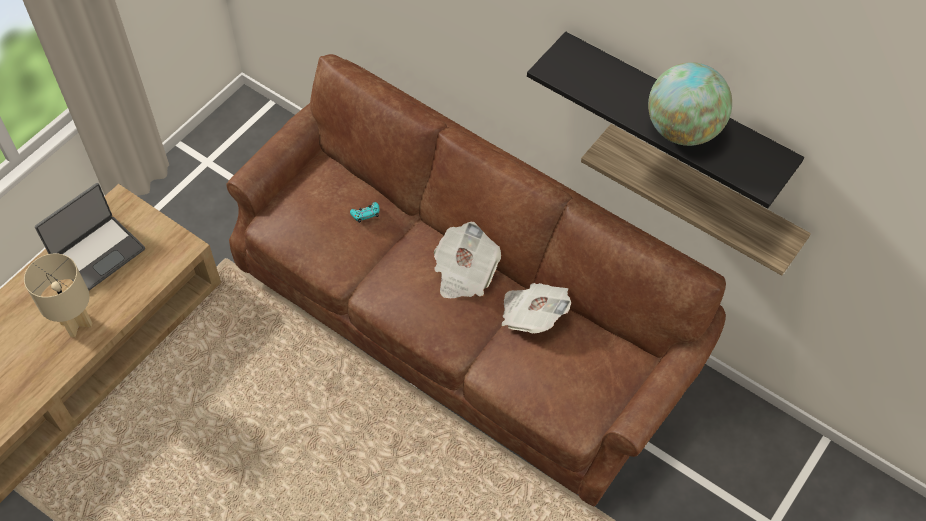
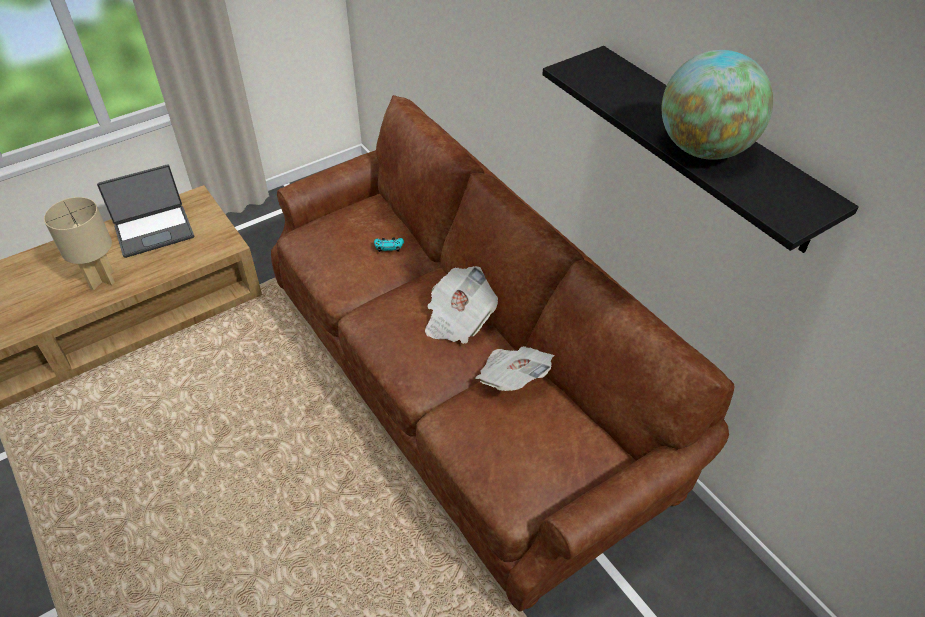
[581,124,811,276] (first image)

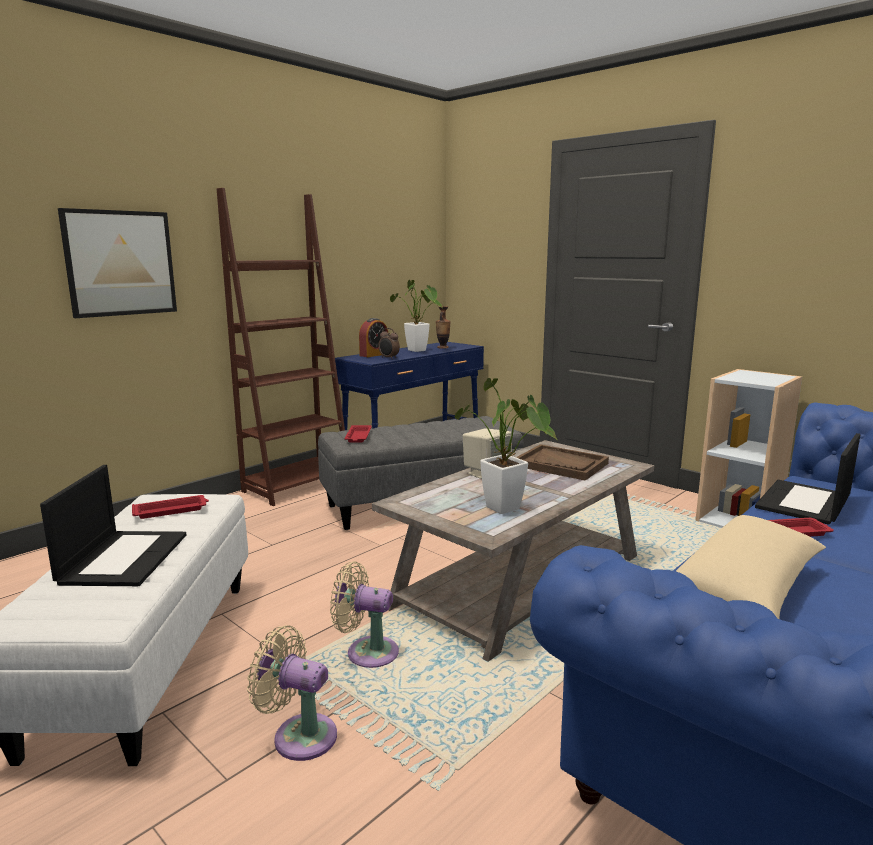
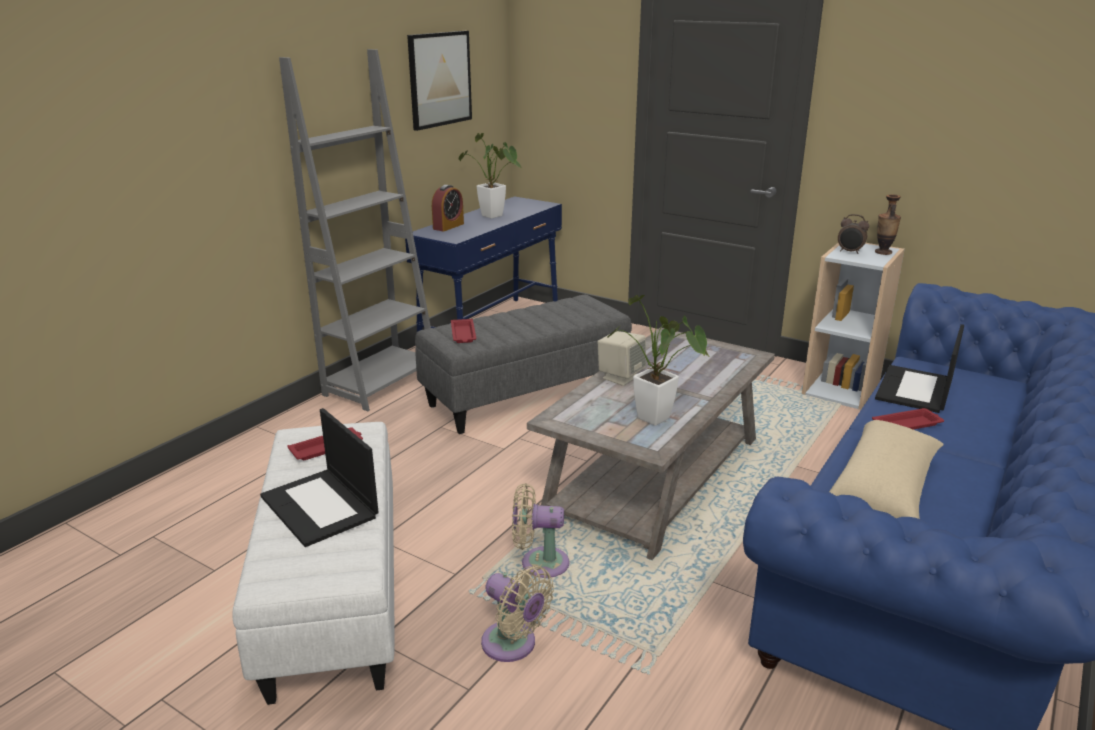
[260,408,379,547]
[279,49,431,411]
[407,31,472,131]
[481,566,554,662]
[838,214,869,254]
[875,194,901,255]
[516,444,609,481] (first image)

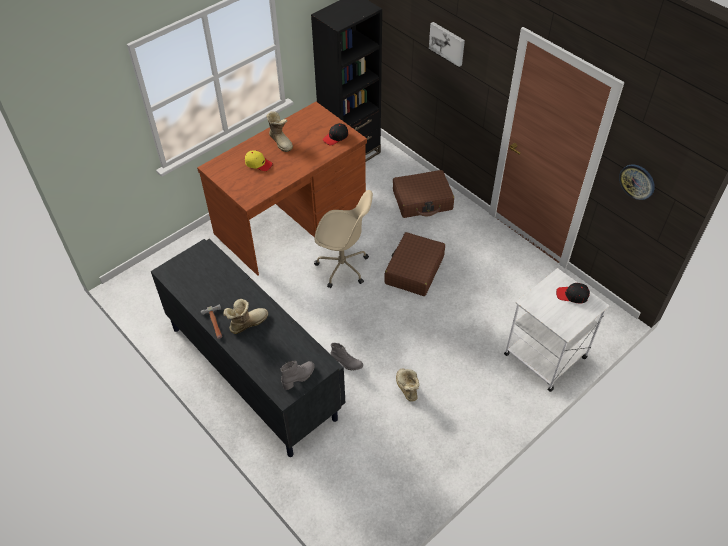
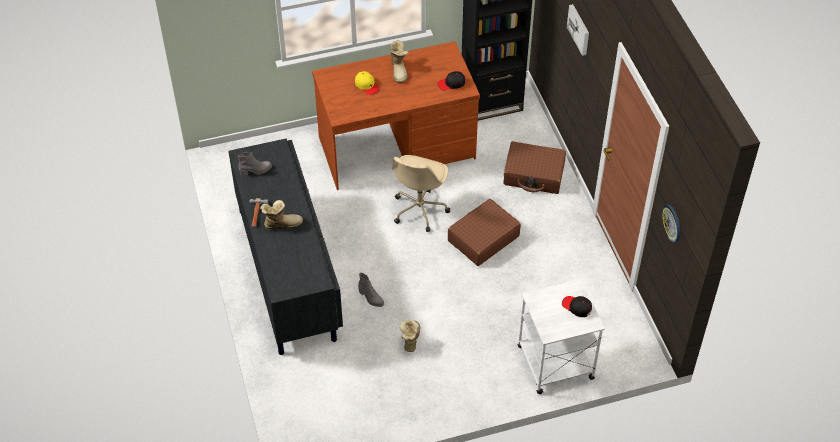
[238,152,272,176]
[392,155,450,232]

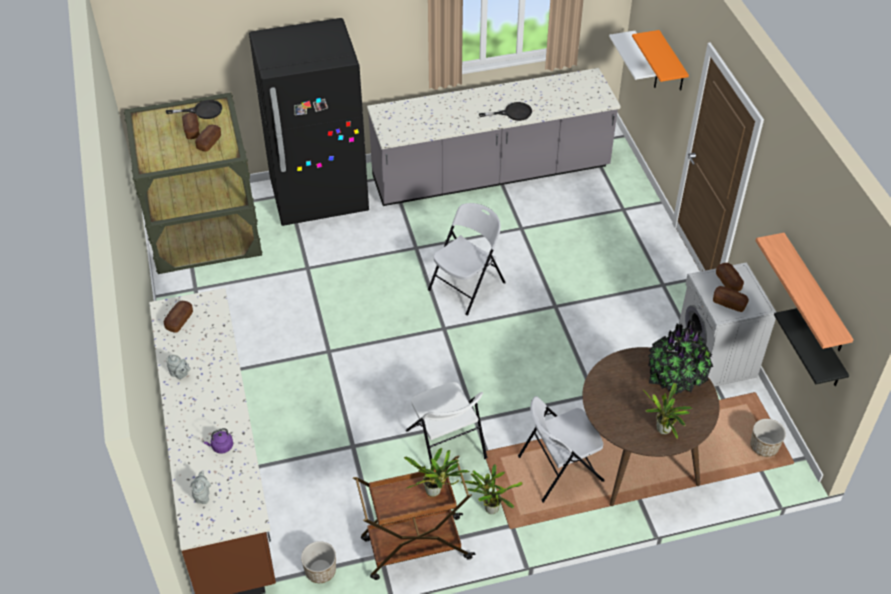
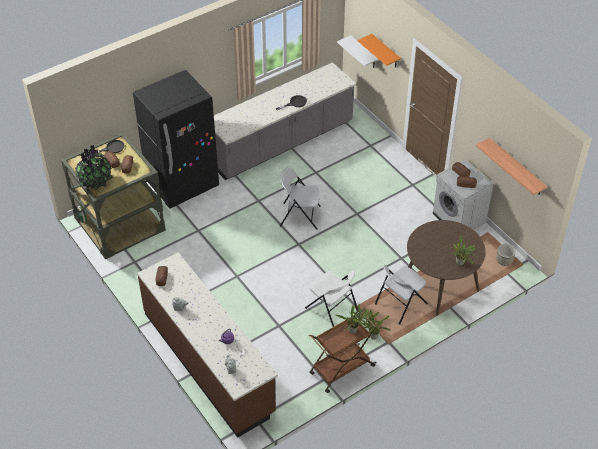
[75,145,113,190]
[280,167,321,230]
[301,541,336,583] (first image)
[774,308,849,386] (first image)

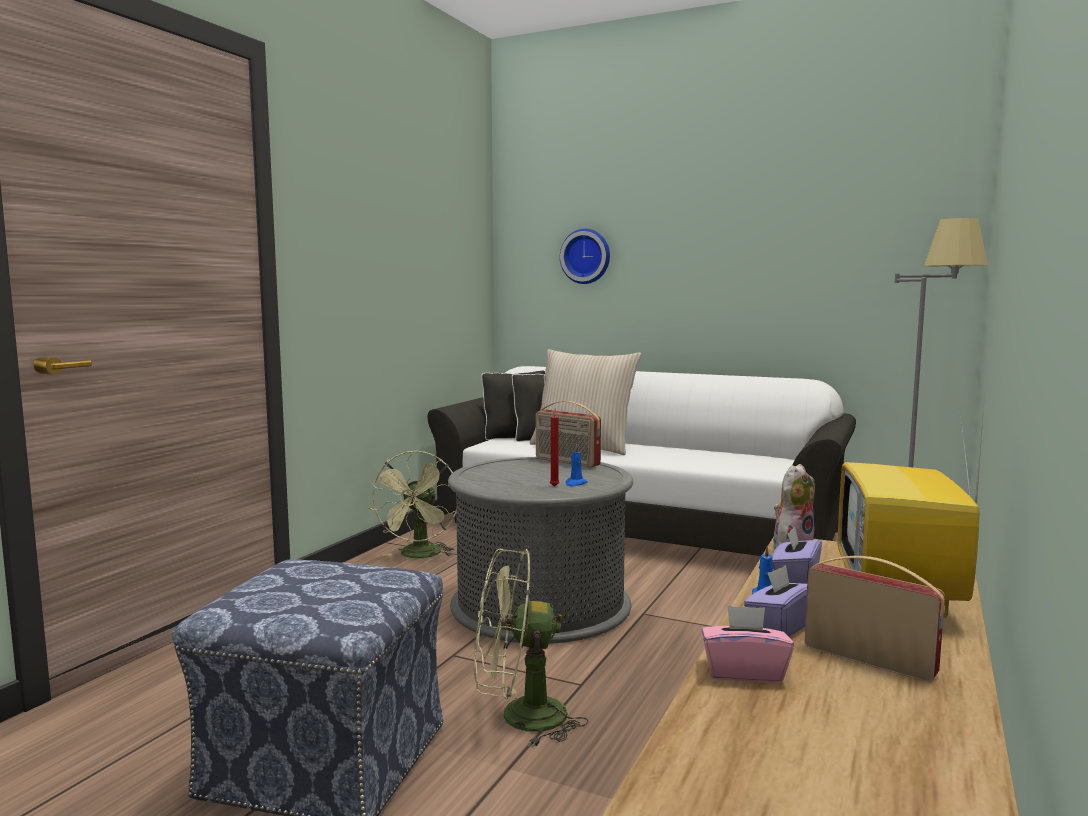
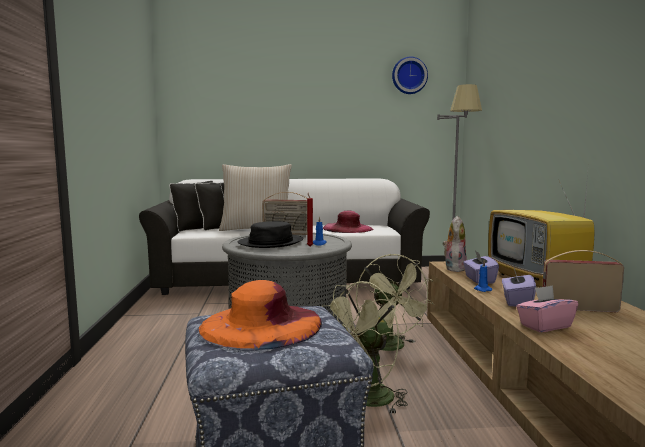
[199,280,322,350]
[238,221,303,248]
[323,211,373,233]
[356,254,434,351]
[392,57,428,94]

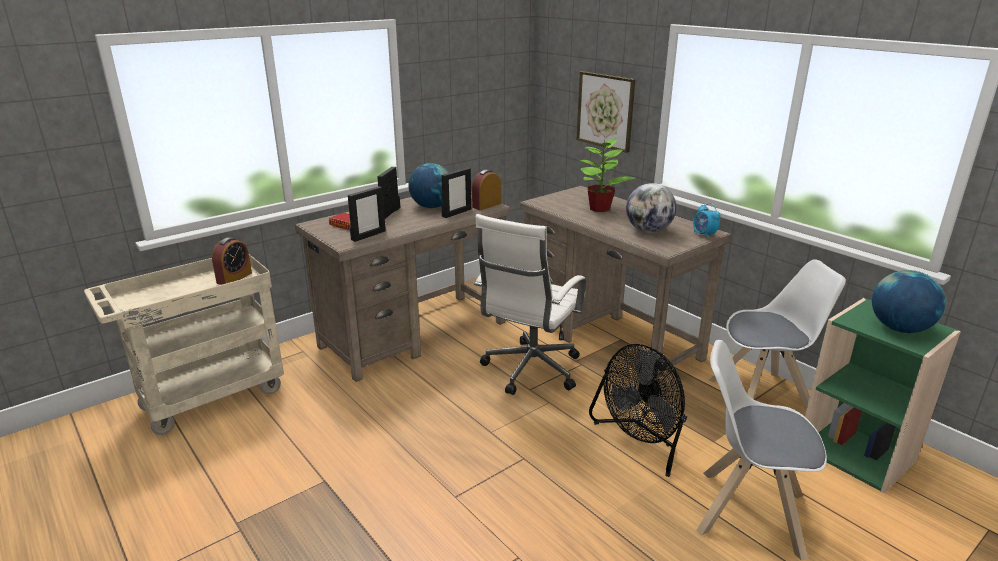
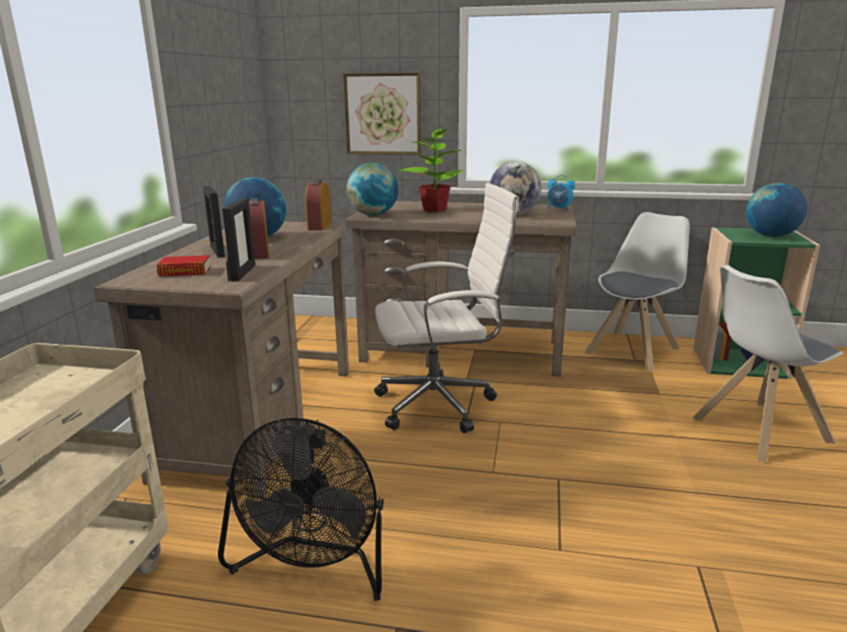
[218,417,384,601]
[249,198,270,259]
[346,163,398,216]
[374,183,519,433]
[442,168,471,218] (first image)

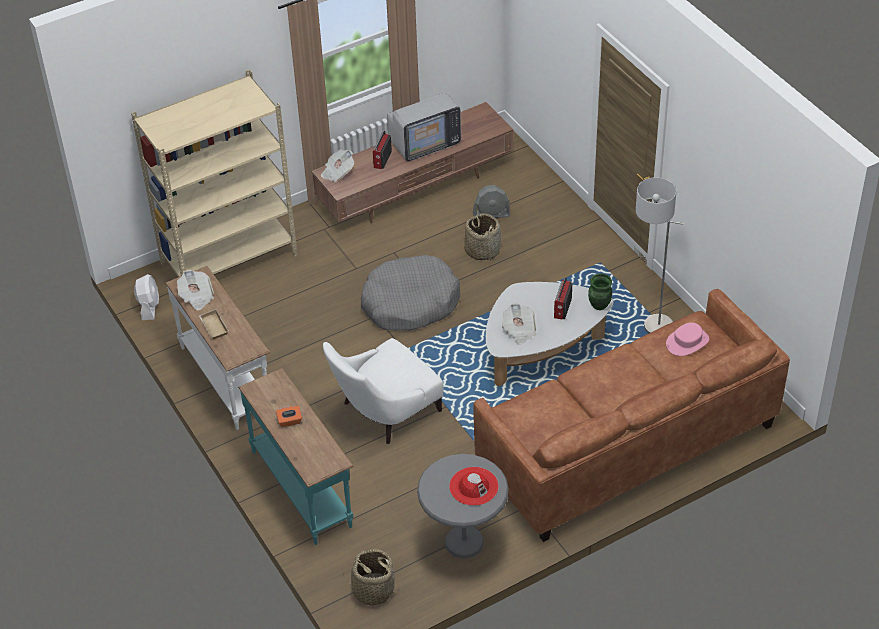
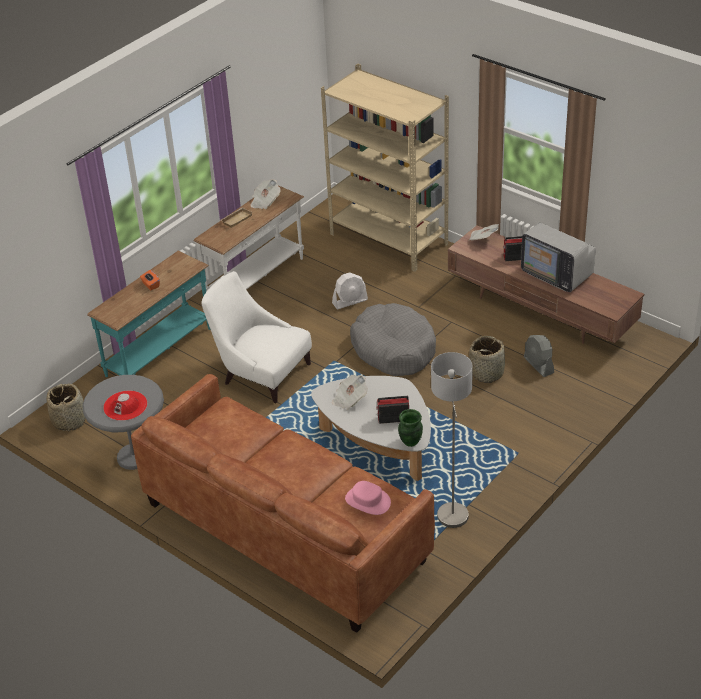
[332,272,368,309]

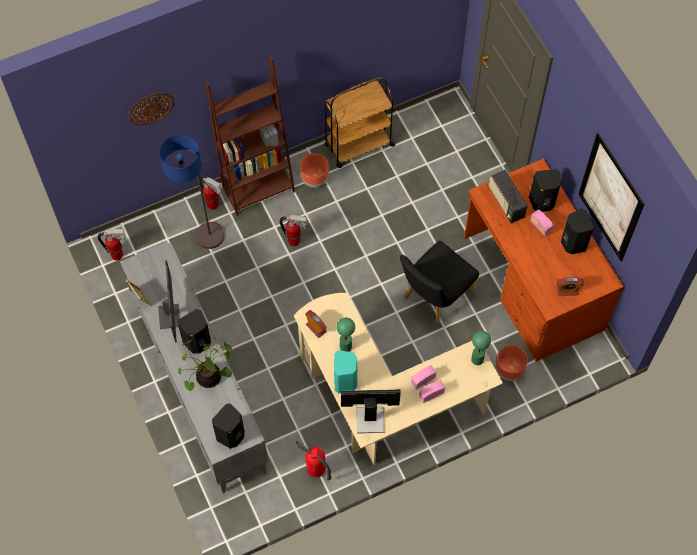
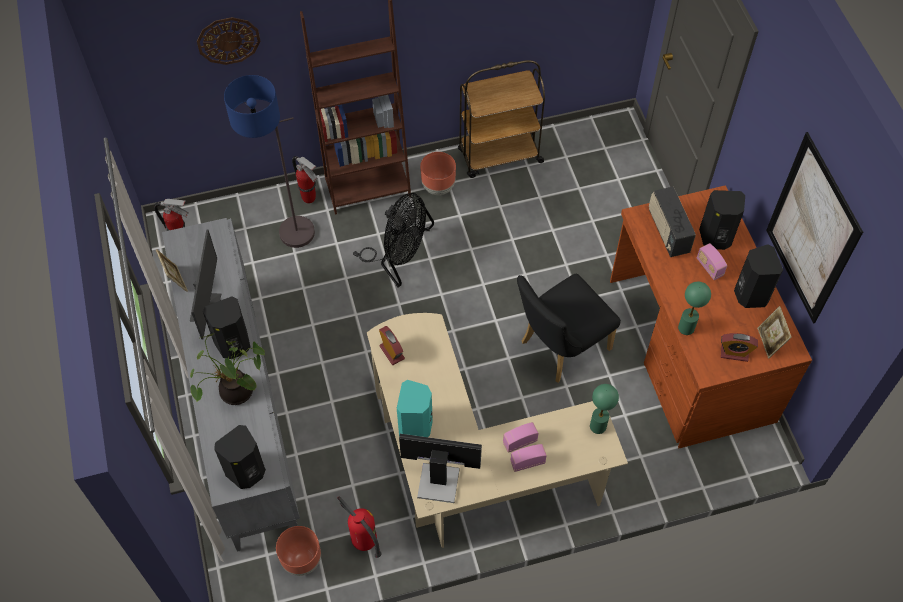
[276,526,321,576]
[353,193,434,287]
[678,282,711,335]
[757,306,792,358]

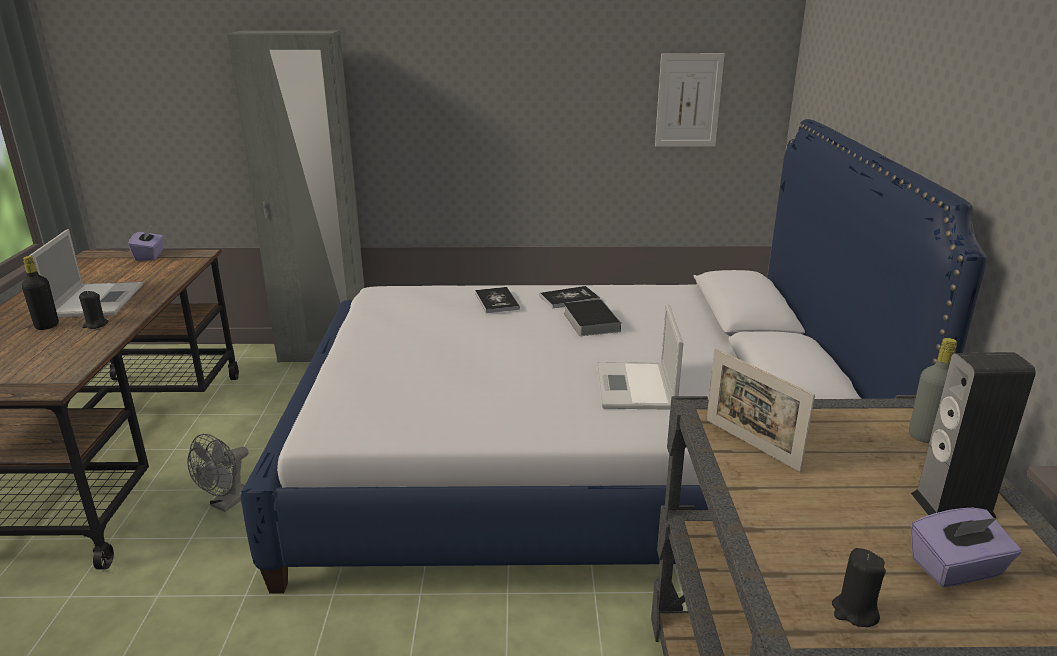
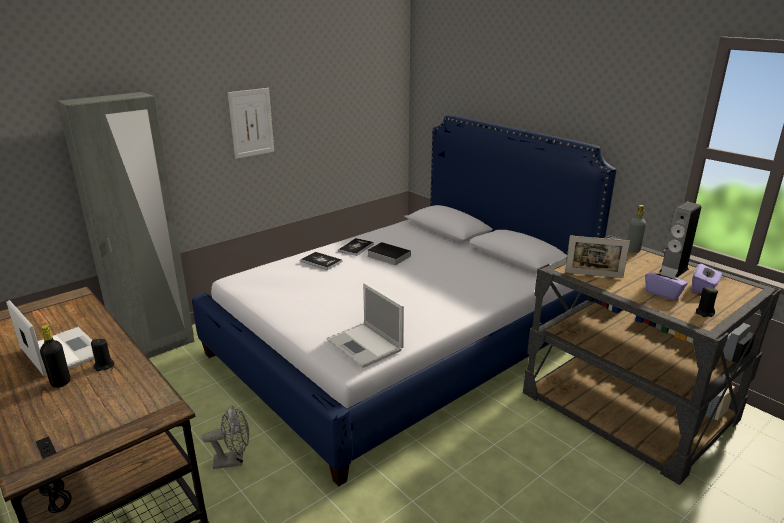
[202,405,249,469]
[228,88,274,159]
[326,283,404,368]
[645,266,688,300]

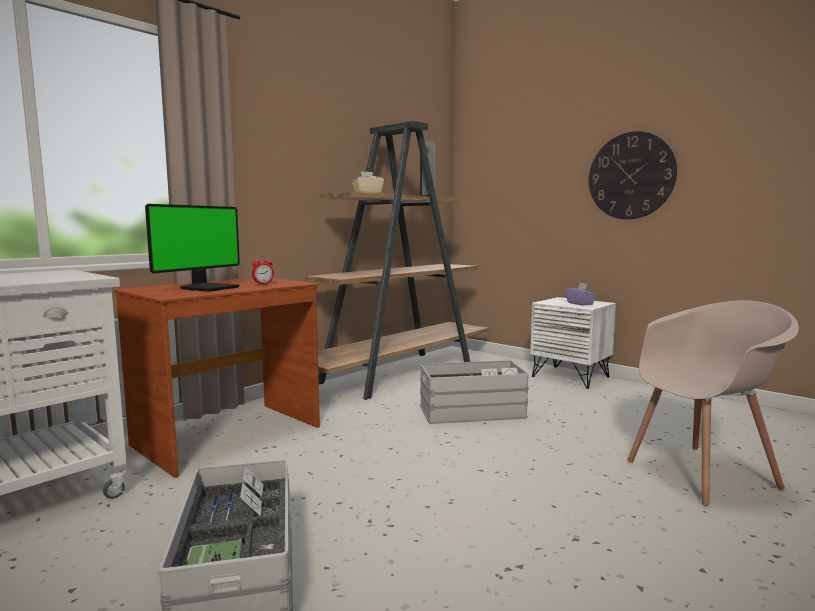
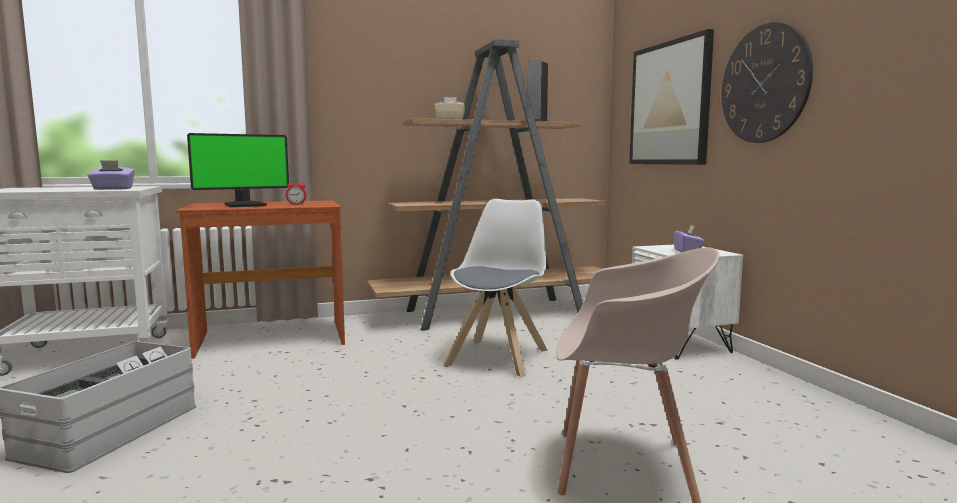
[88,160,135,190]
[443,199,548,377]
[629,29,714,165]

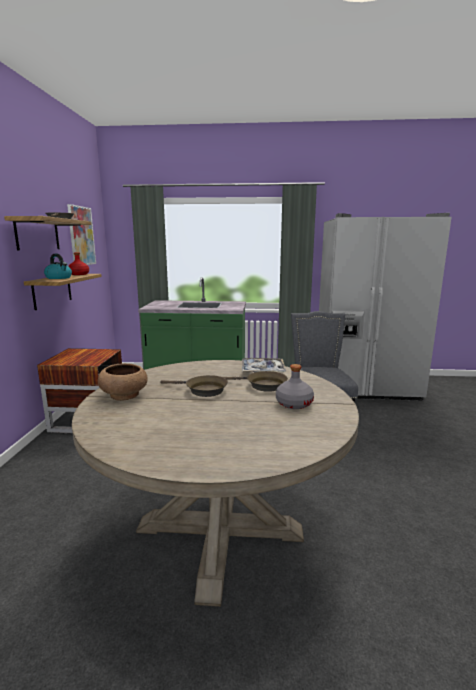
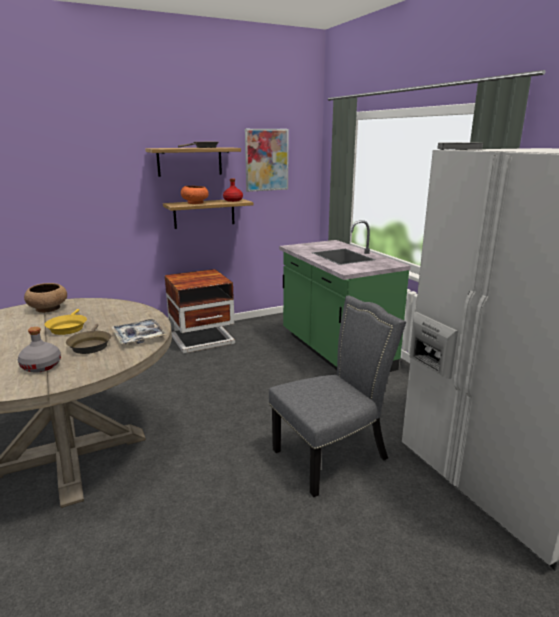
[45,309,87,335]
[181,186,209,204]

